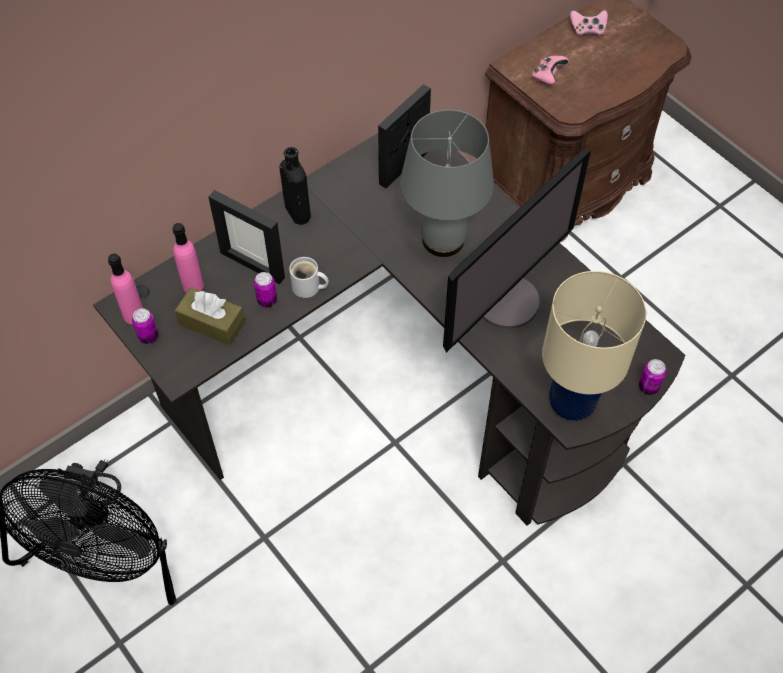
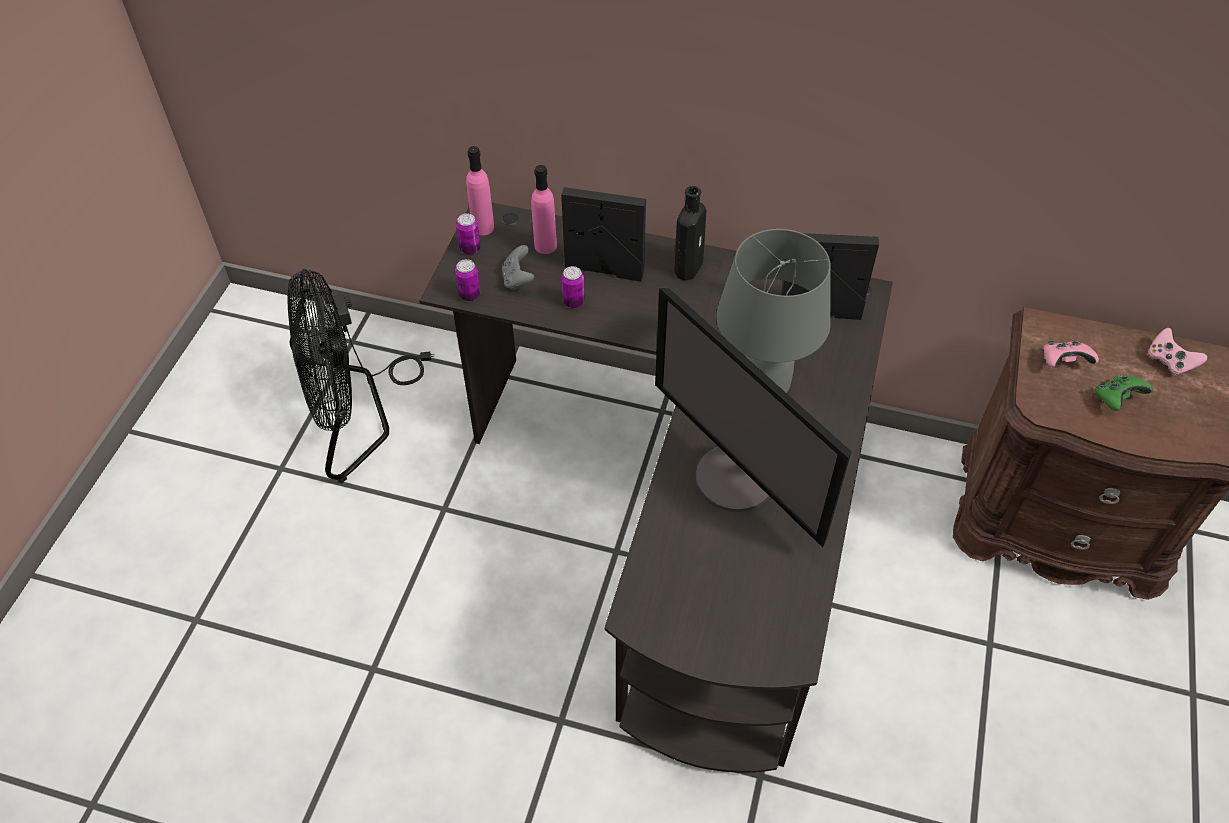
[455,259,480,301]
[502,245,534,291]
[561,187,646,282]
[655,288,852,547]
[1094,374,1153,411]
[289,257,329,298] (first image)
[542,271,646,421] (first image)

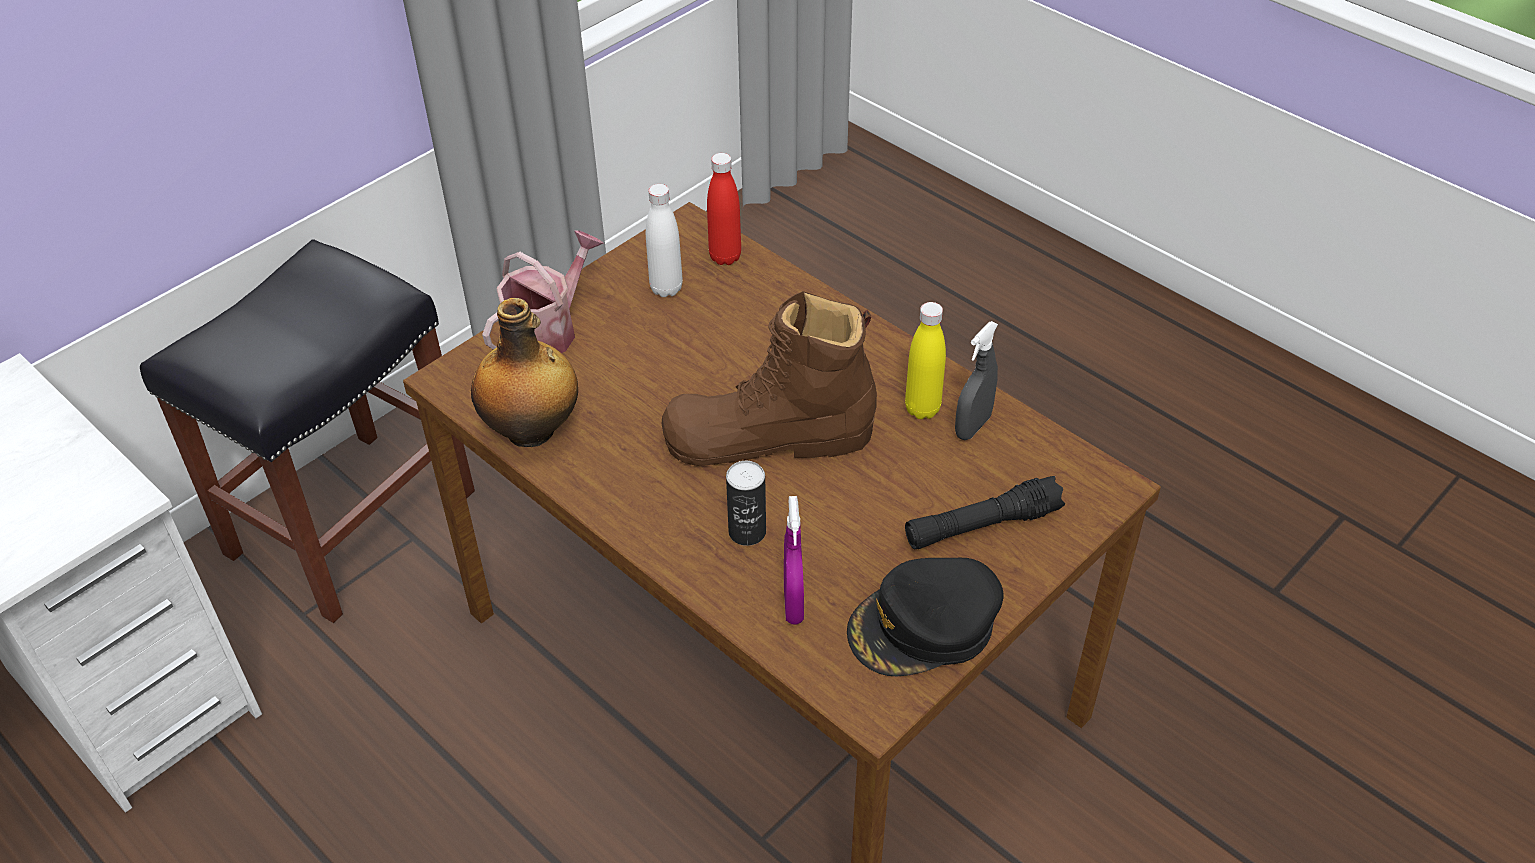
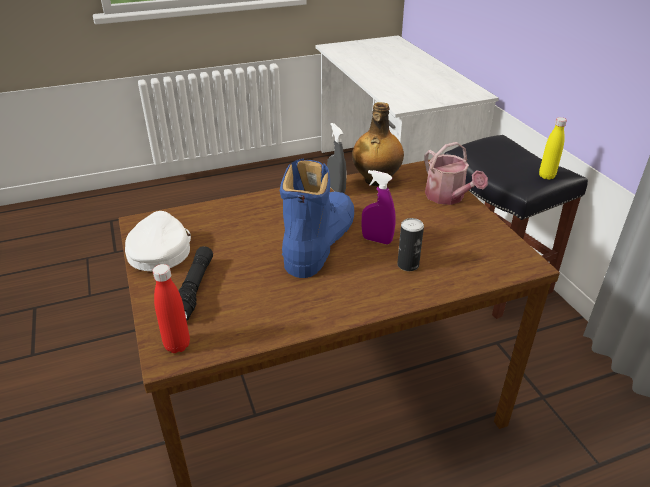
[125,211,191,271]
[153,264,190,353]
[280,158,354,278]
[327,123,346,193]
[362,170,396,244]
[397,218,424,271]
[539,117,567,180]
[646,184,683,297] (first image)

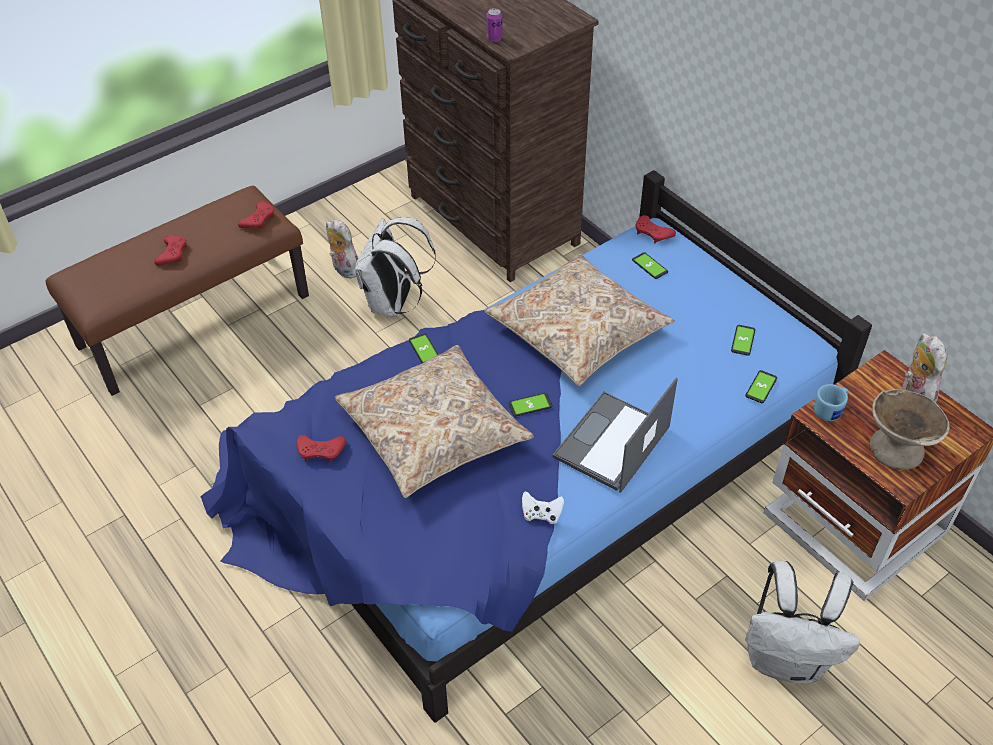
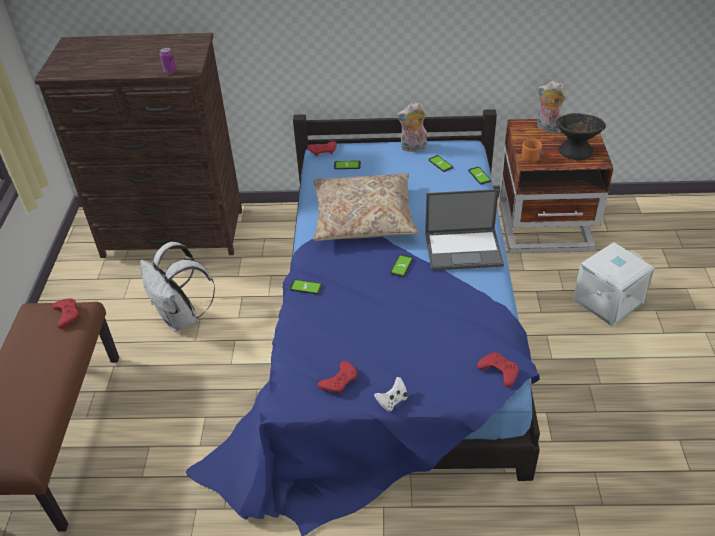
[374,377,408,411]
[396,102,427,152]
[425,189,504,271]
[477,353,519,387]
[522,139,542,163]
[556,113,606,161]
[573,242,655,326]
[335,345,534,498] (first image)

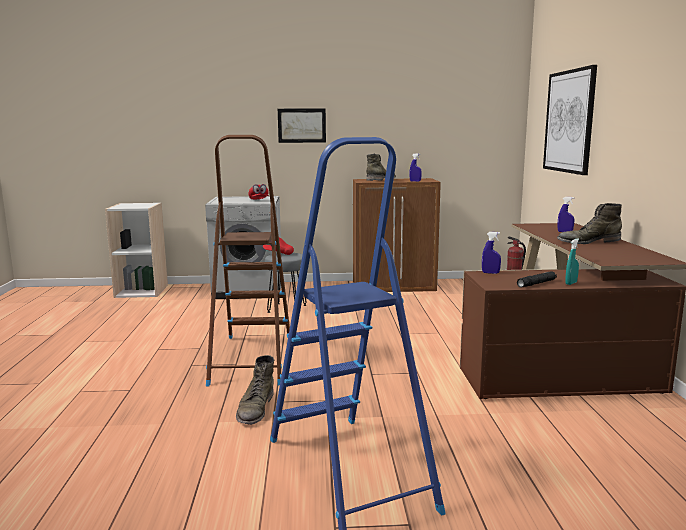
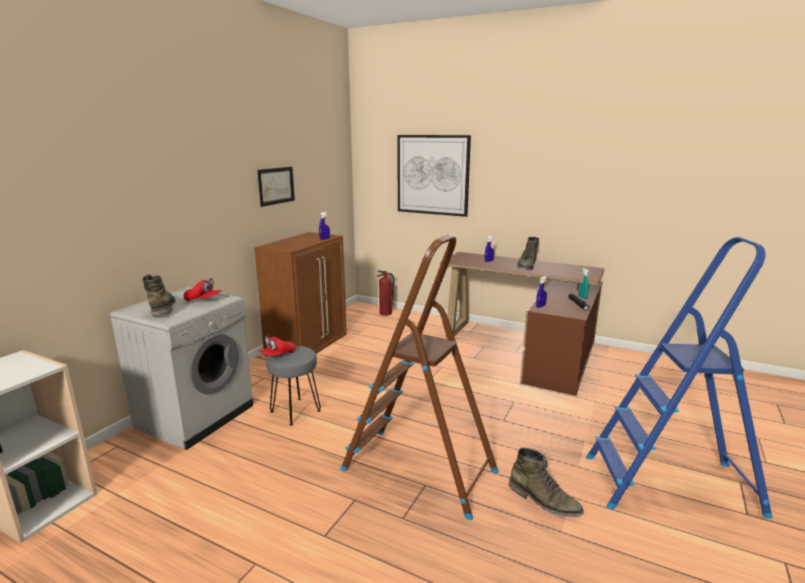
[142,274,176,316]
[257,167,295,207]

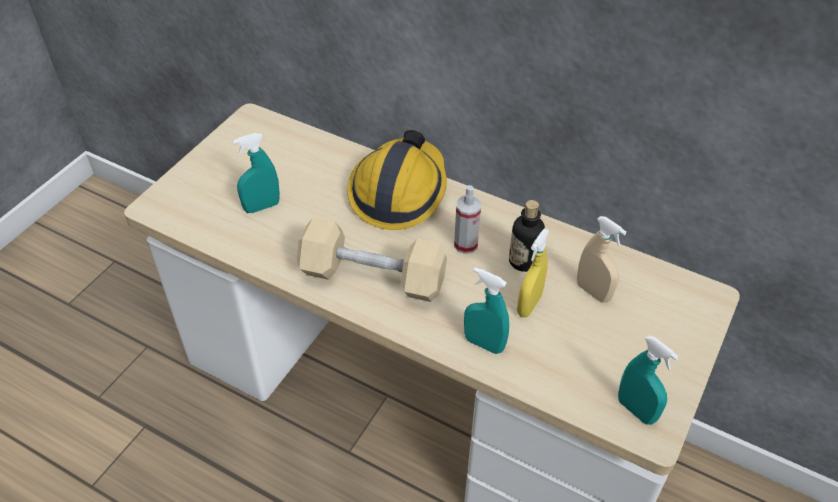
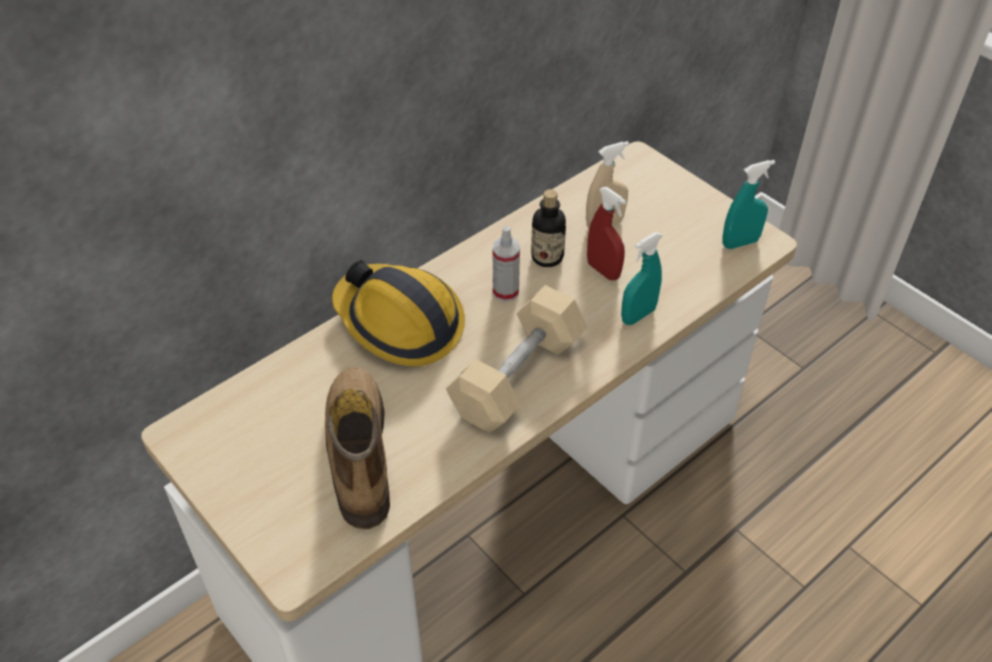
[325,367,390,529]
[587,187,626,280]

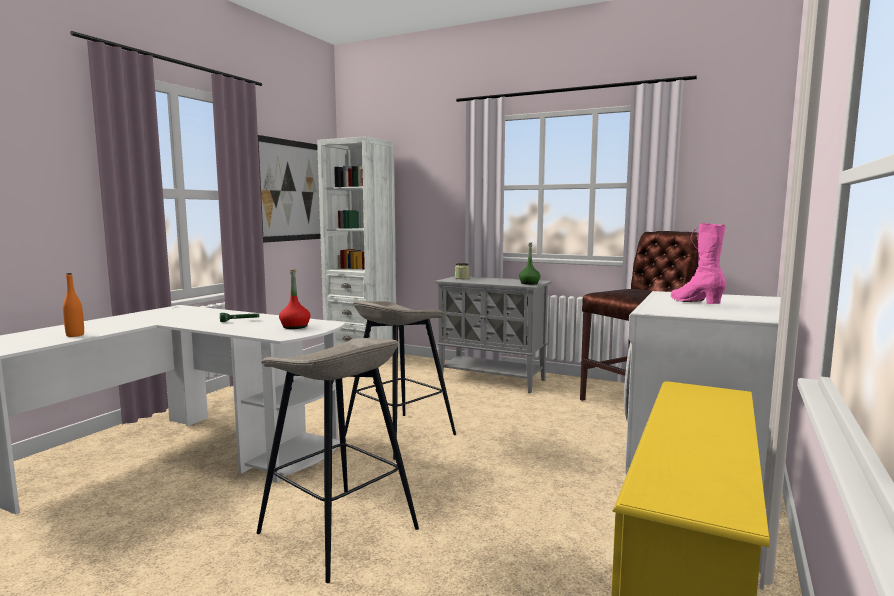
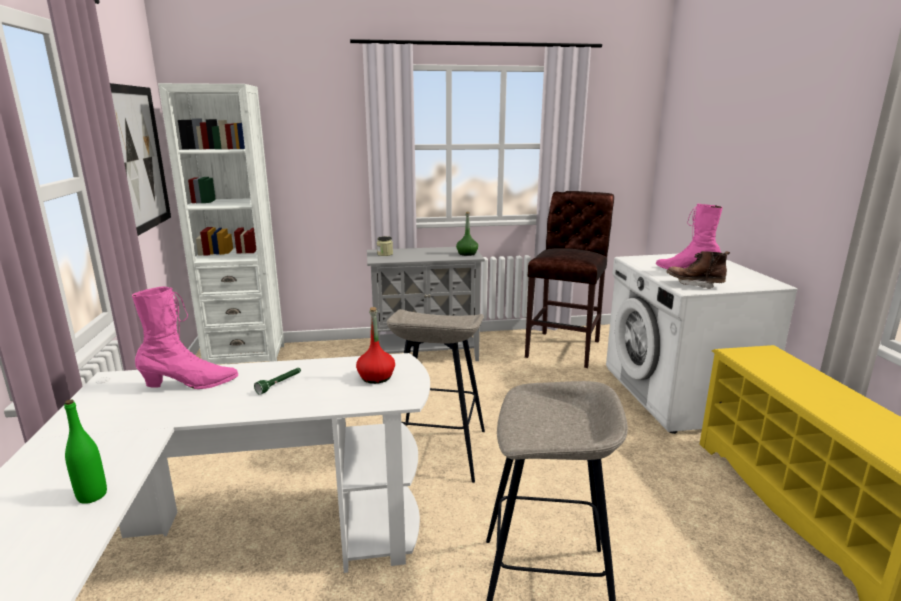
[64,399,107,504]
[132,286,238,389]
[667,251,730,289]

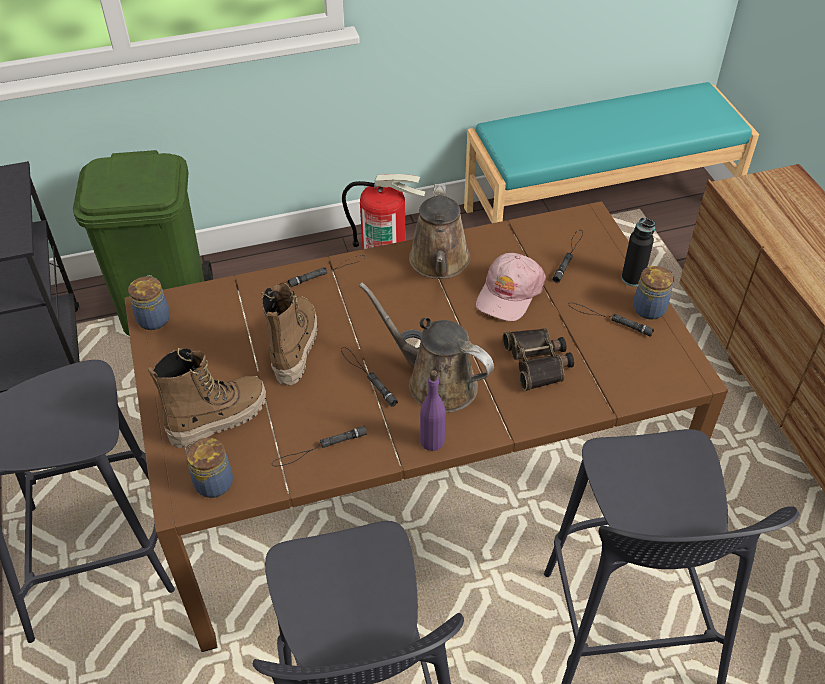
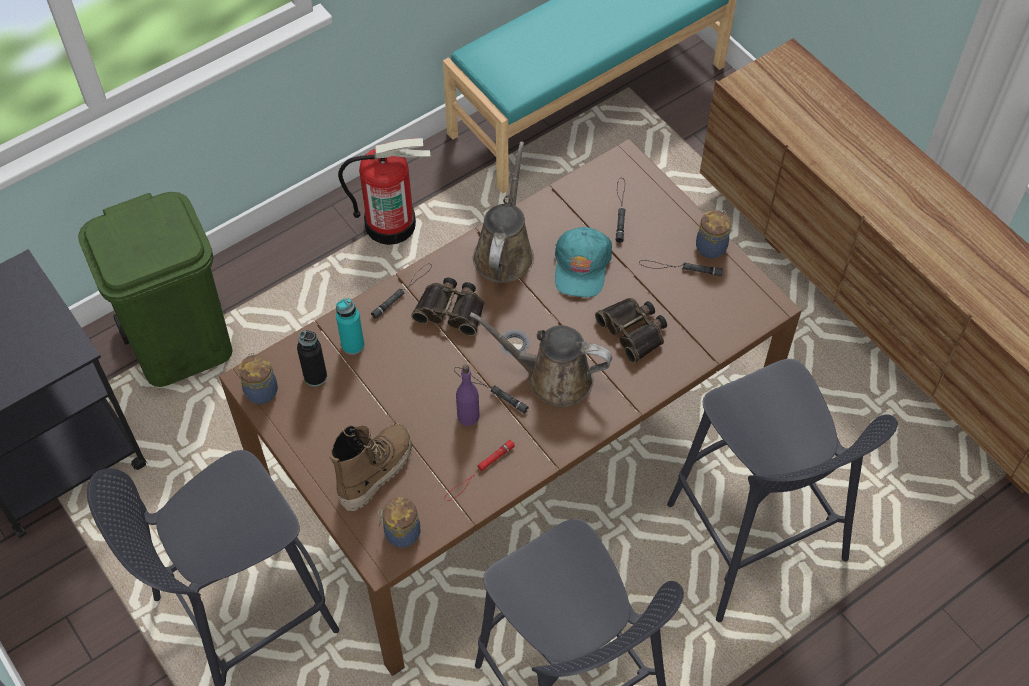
[297,330,327,386]
[336,298,364,355]
[411,278,484,336]
[444,440,515,501]
[456,365,480,426]
[473,142,534,283]
[555,227,612,297]
[261,283,318,385] (first image)

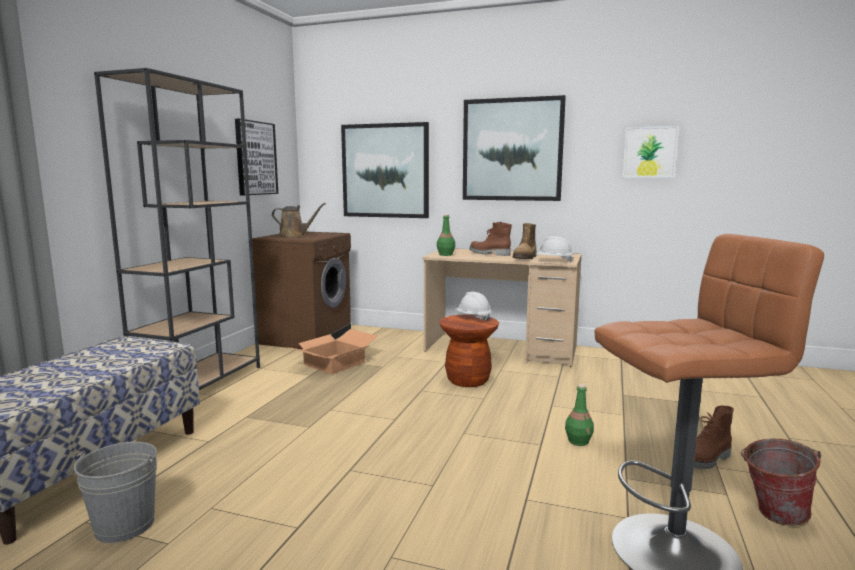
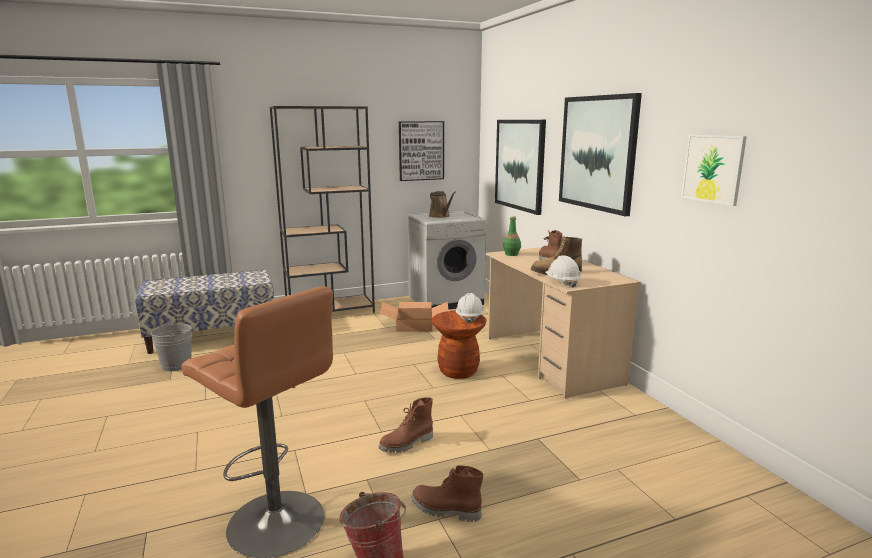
[379,397,433,453]
[408,211,487,310]

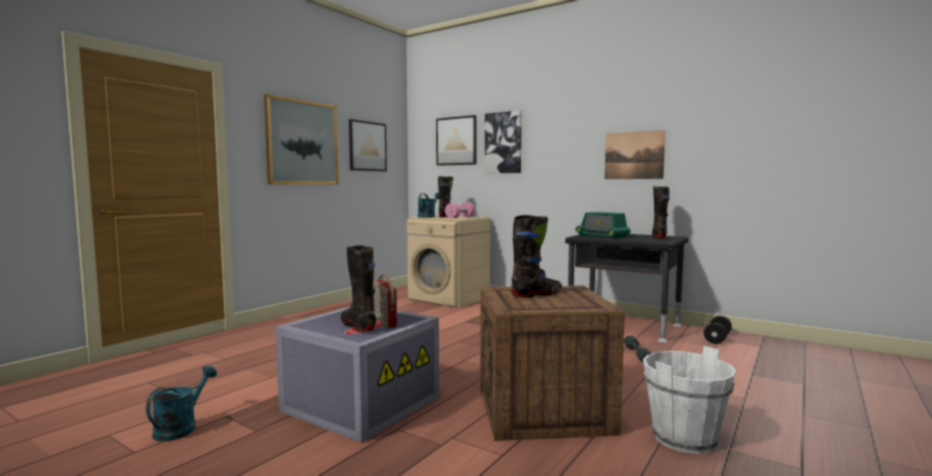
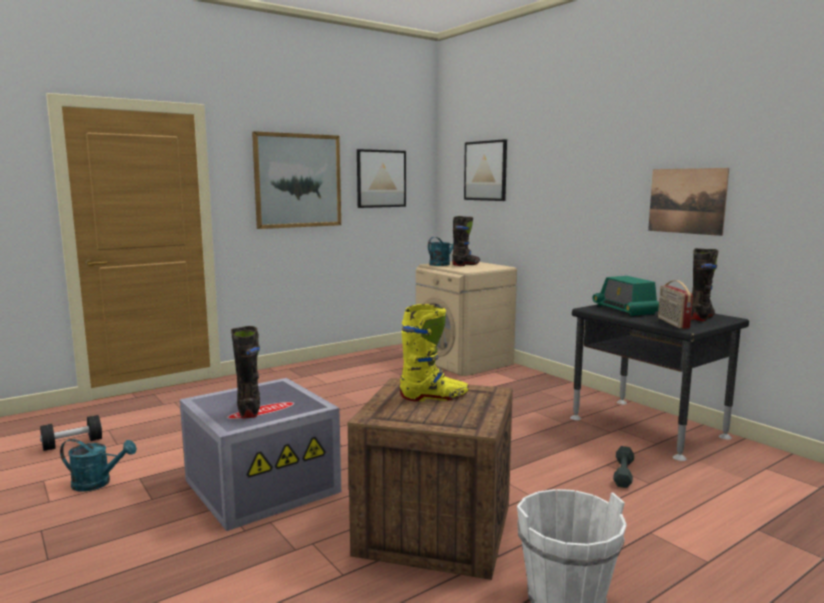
[40,415,102,451]
[60,439,137,492]
[400,304,469,401]
[658,280,693,329]
[445,202,475,218] (first image)
[485,110,522,174] (first image)

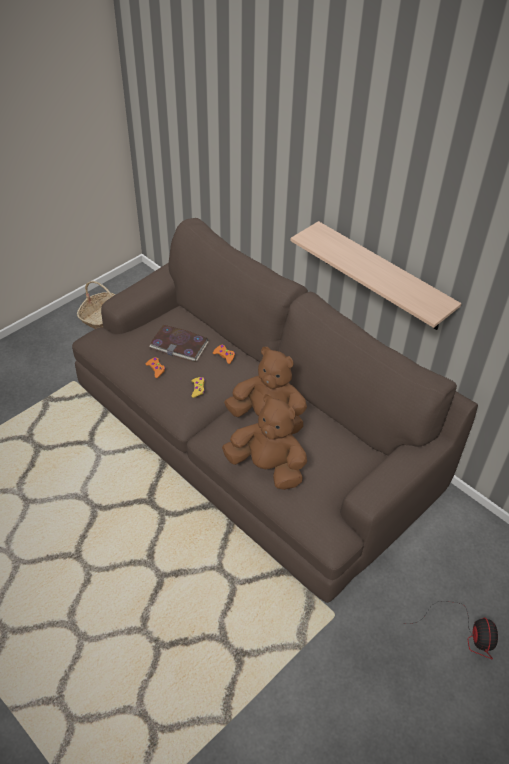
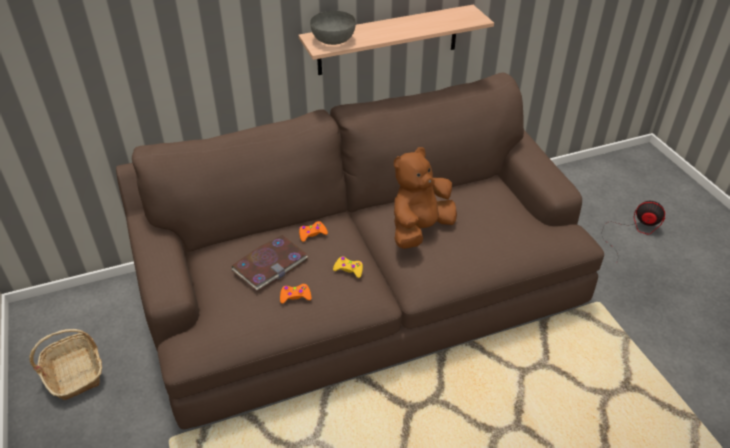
[310,11,356,45]
[222,394,307,490] (first image)

